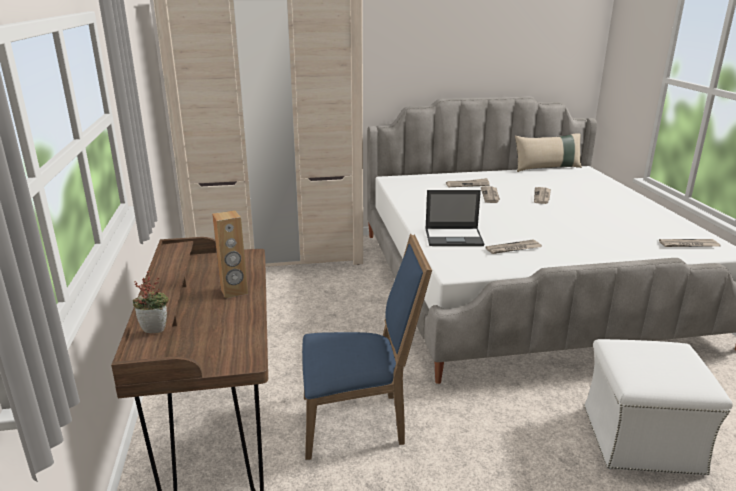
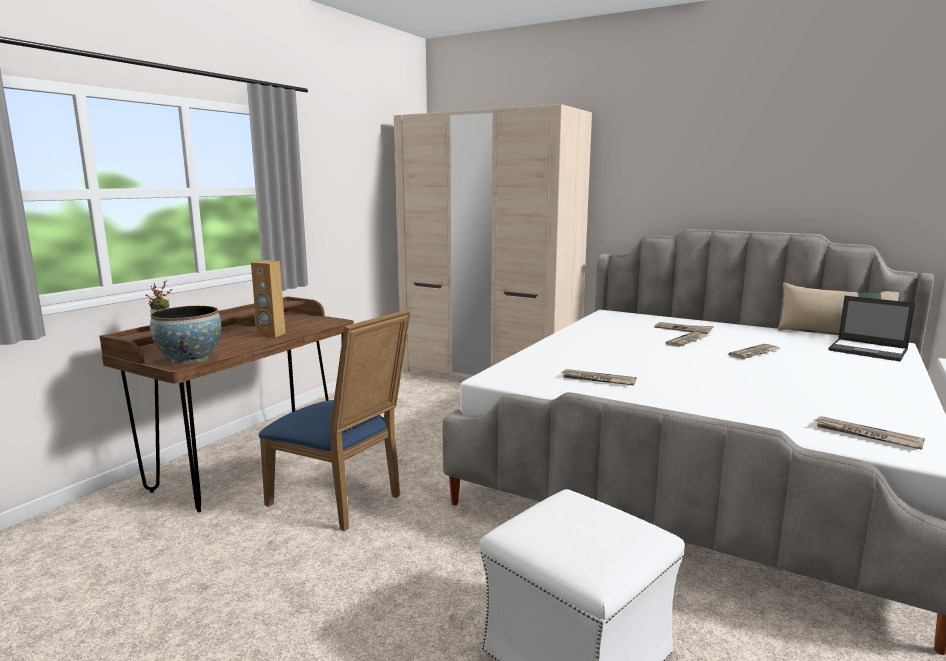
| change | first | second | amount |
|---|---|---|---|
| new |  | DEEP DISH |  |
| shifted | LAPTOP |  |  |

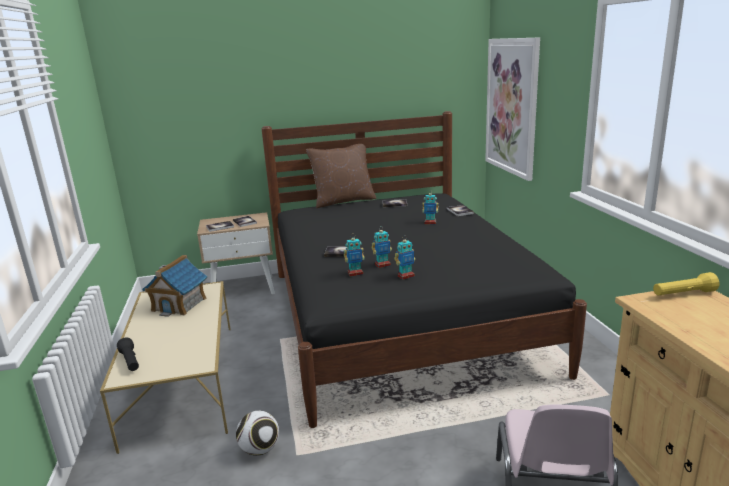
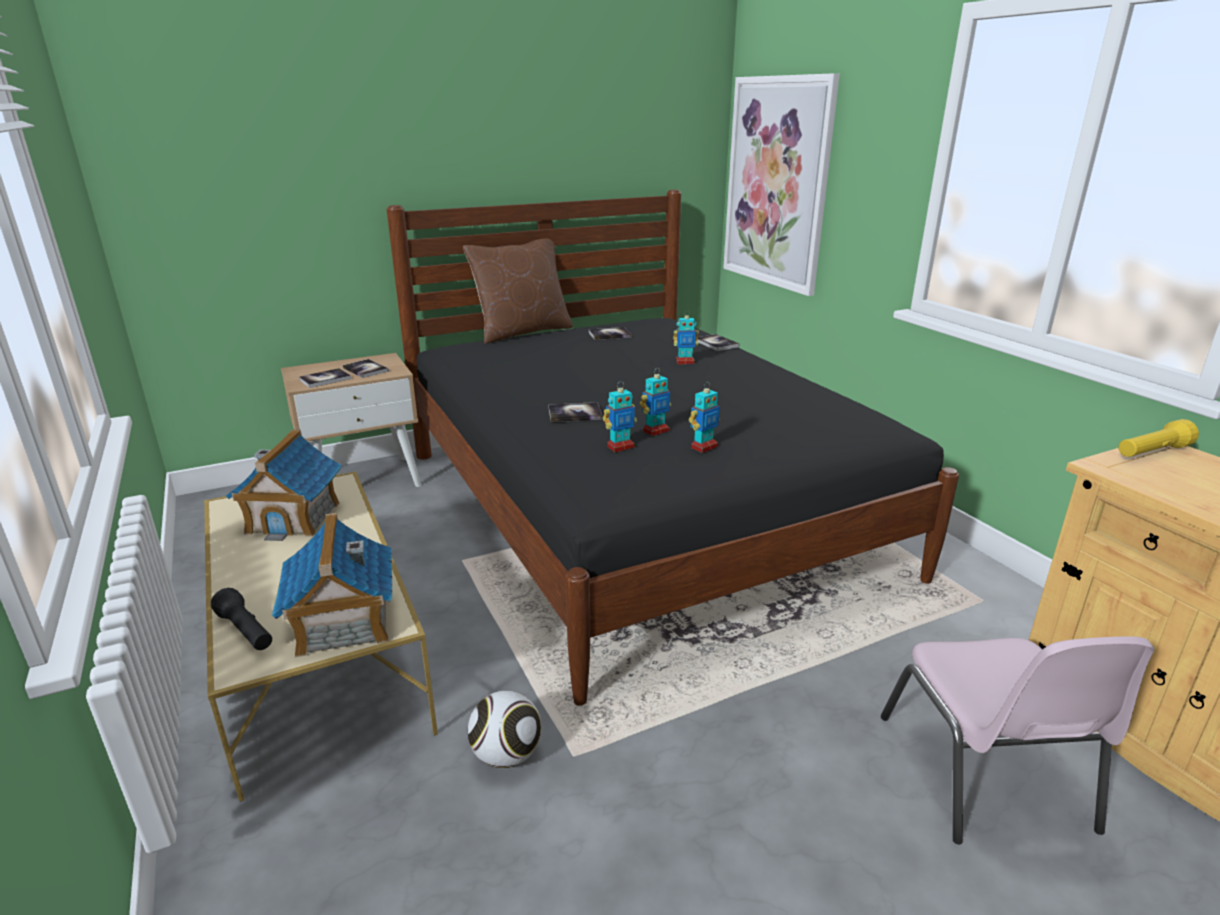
| change | first | second | amount |
|---|---|---|---|
| new |  | MINIATURE HOUSE (no. 2 from left) |  |

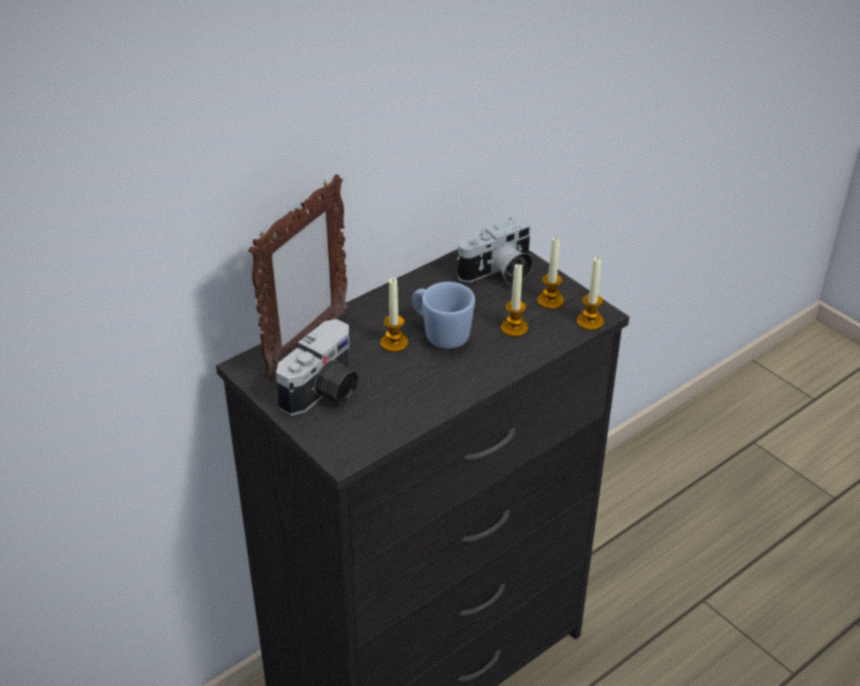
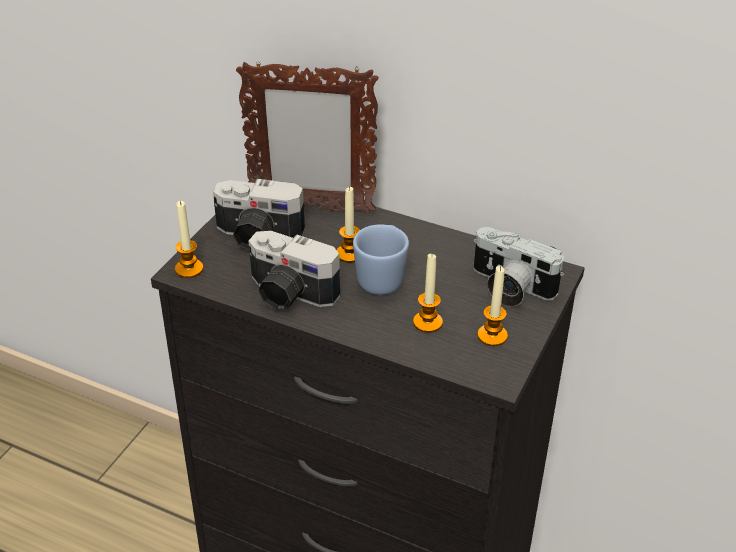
| change | first | second | amount |
|---|---|---|---|
| new |  | STILL CAMERA (no. 2 from left) |  |
| shifted | WAX LIGHT (no. 4 from left in the first image) | WAX LIGHT (no. 1 from left) |  |

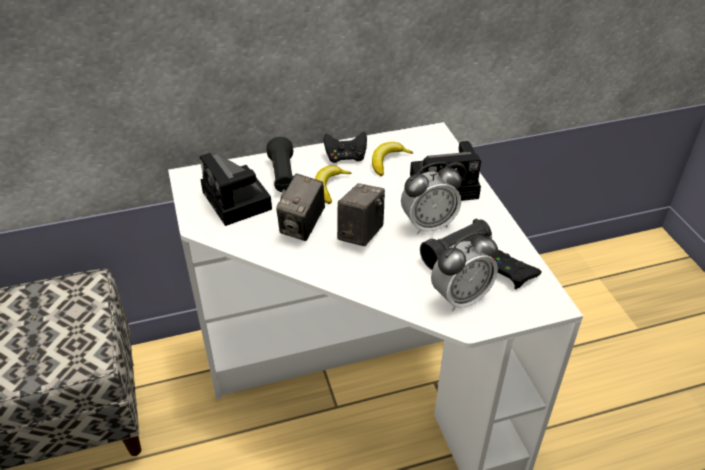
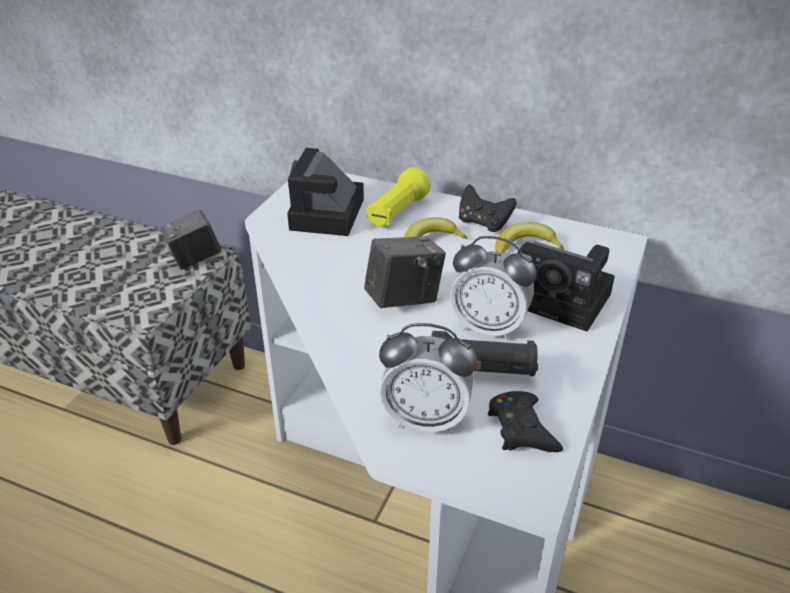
| change | first | second | amount |
|---|---|---|---|
| shifted | STILL CAMERA (no. 2 from left in the first image) | STILL CAMERA (no. 1 from left) |  |
| repainted | BLACK-COLOURED FLASHLIGHT (no. 1 from left) | YELLOW-COLOURED FLASHLIGHT |  |

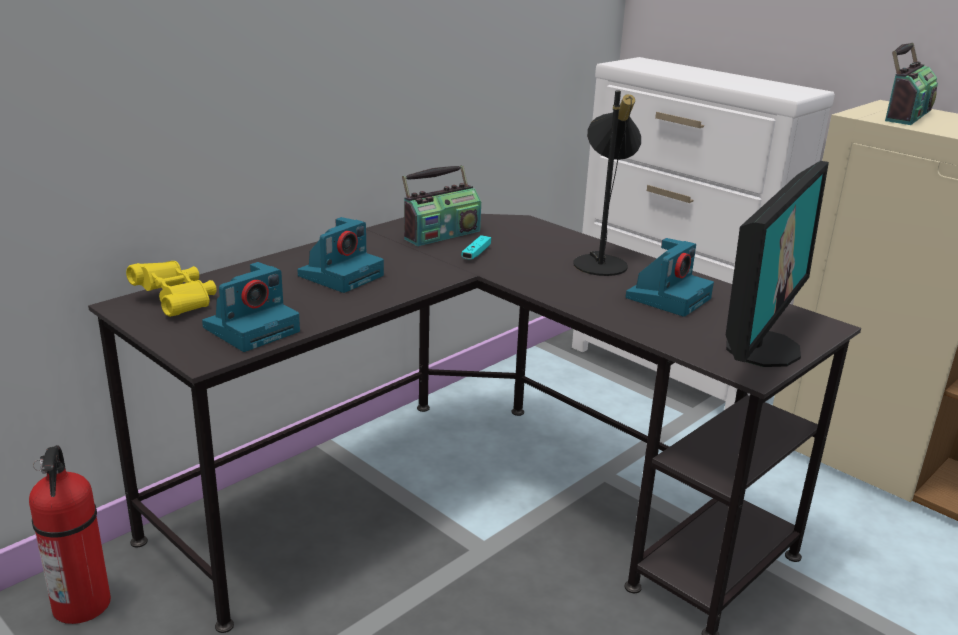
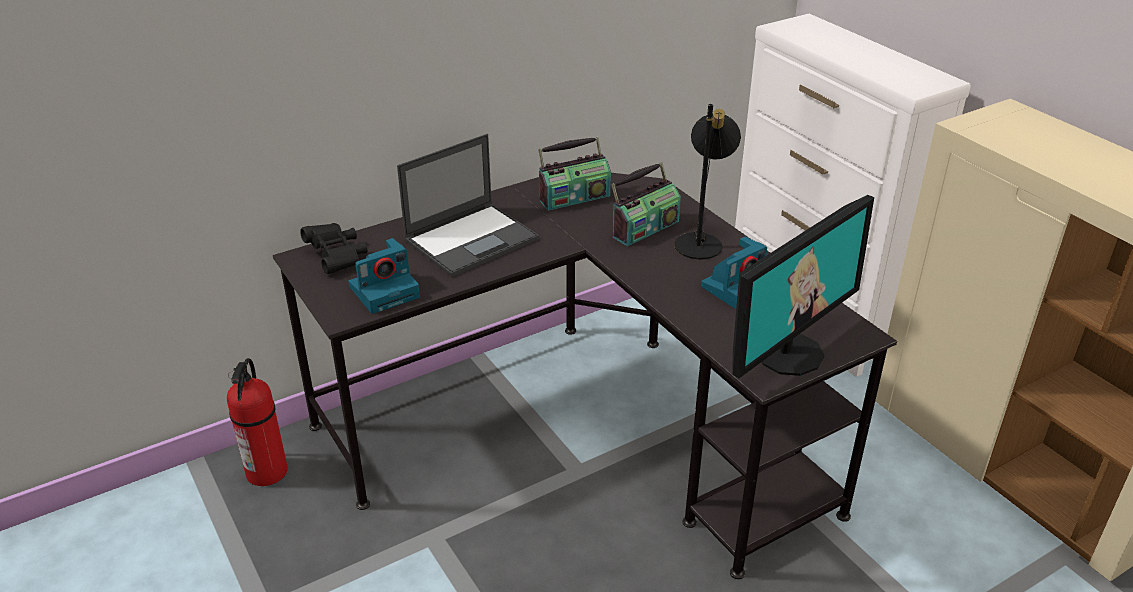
| change | first | second | amount |
|---|---|---|---|
| gone | TURQUOISE GAME CONTROLLER |  |  |
| shifted | RADIO (no. 2 from left) |  |  |
| swapped | STILL CAMERA (no. 2 from left) | LAPTOP |  |
| repainted | YELLOW-COLOURED FIELD GLASSES | BLACK-COLOURED FIELD GLASSES |  |

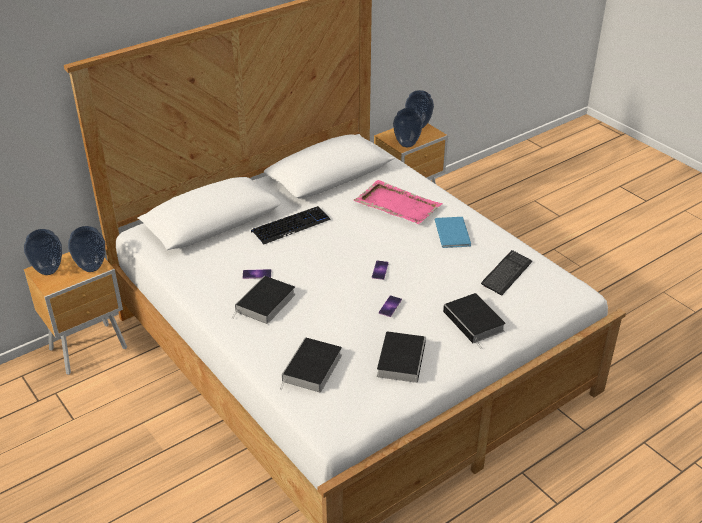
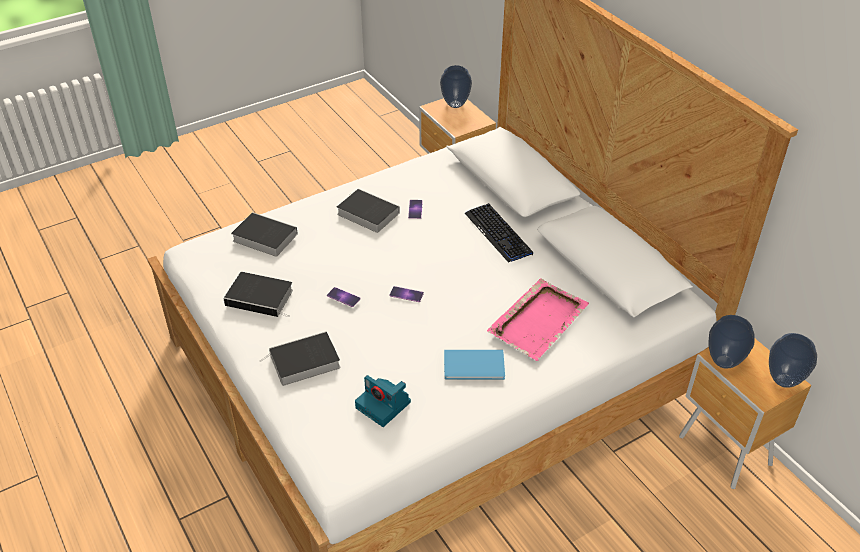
| change | first | second | amount |
|---|---|---|---|
| gone | DECORATIVE VASE (no. 2 from left) |  |  |
| swapped | PC KEYBOARD (no. 2 from left) | STILL CAMERA |  |

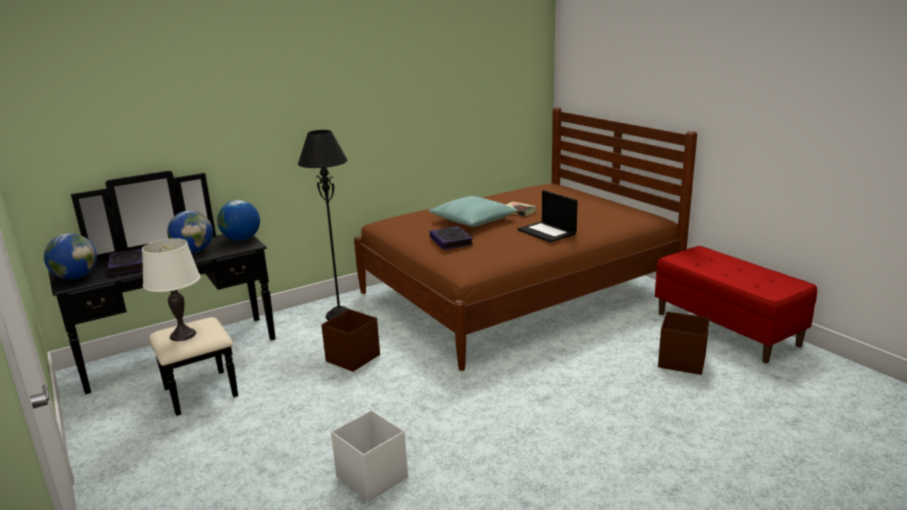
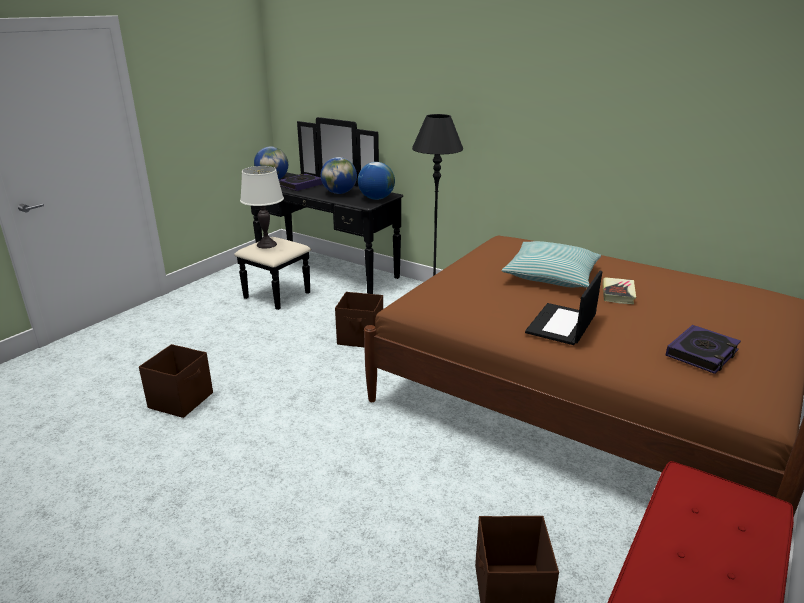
| change | first | second | amount |
|---|---|---|---|
| shifted | VOLUME (no. 2 from left in the first image) | VOLUME (no. 3 from left) |  |
| repainted | WHITISH STORAGE CONTAINER | BROWN STORAGE CONTAINER (no. 1 from left) |  |

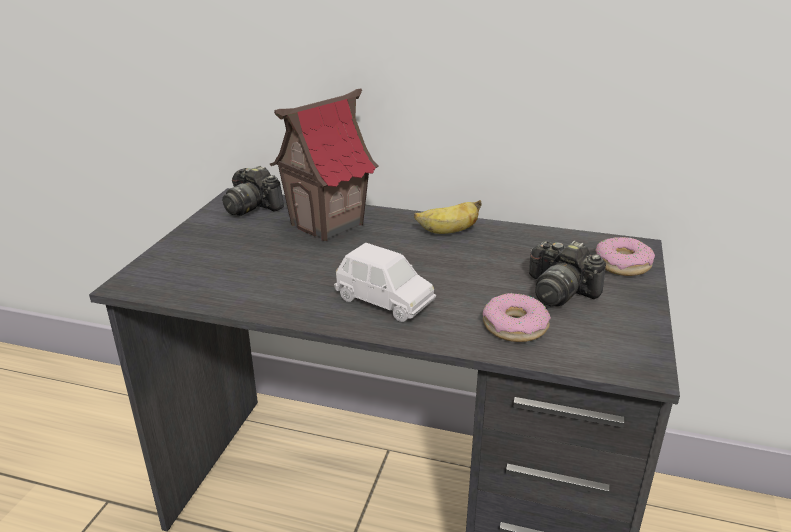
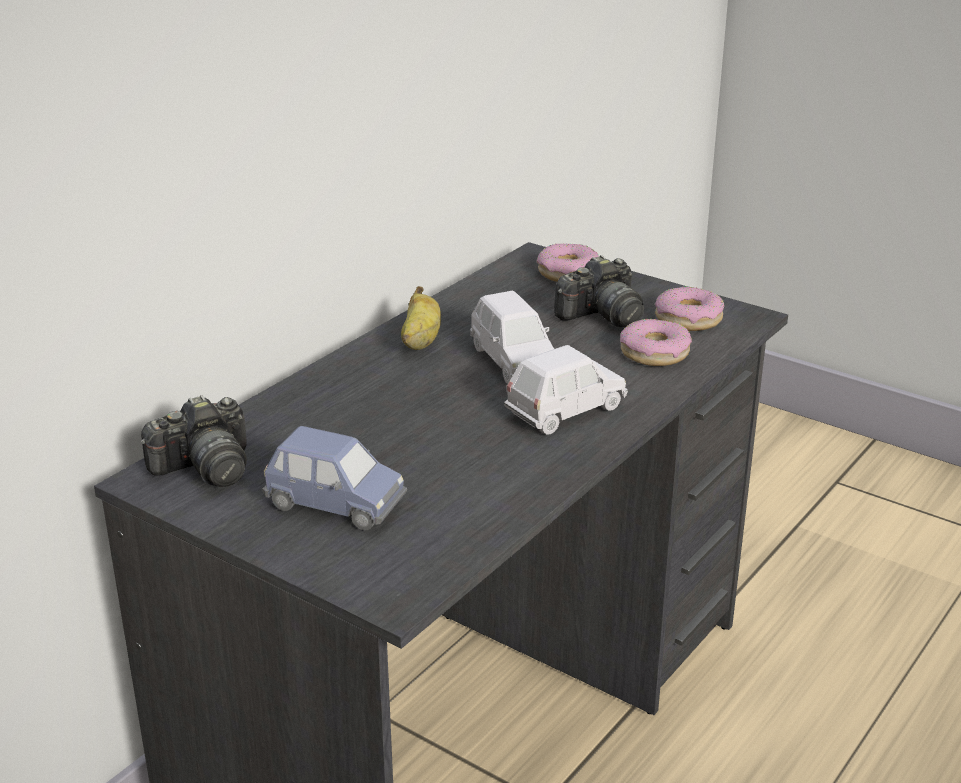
| change | first | second | amount |
|---|---|---|---|
| gone | MINIATURE HOUSE |  |  |
| new |  | BLUE MODEL CAR |  |
| new |  | WHITISH MODEL CAR (no. 1 from left) |  |
| new |  | DONUT (no. 3 from left) |  |

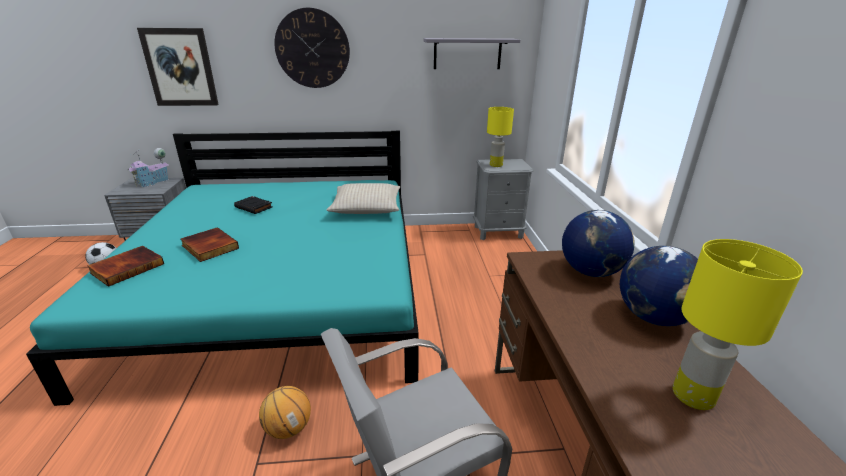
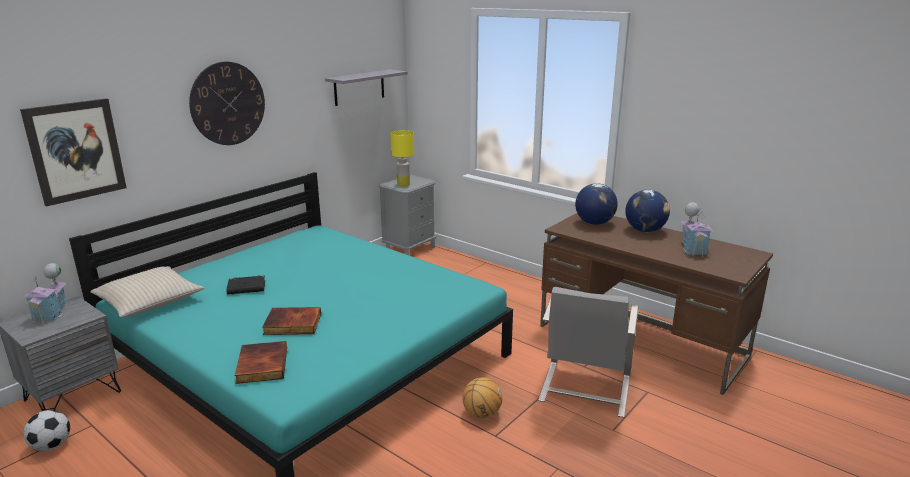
| change | first | second | amount |
|---|---|---|---|
| shifted | BEIGE-COLOURED THROW PILLOW |  |  |
| swapped | YELLOW-COLOURED LAMP FOR A TABLE (no. 2 from left) | MINIATURE HOUSE (no. 2 from left) |  |

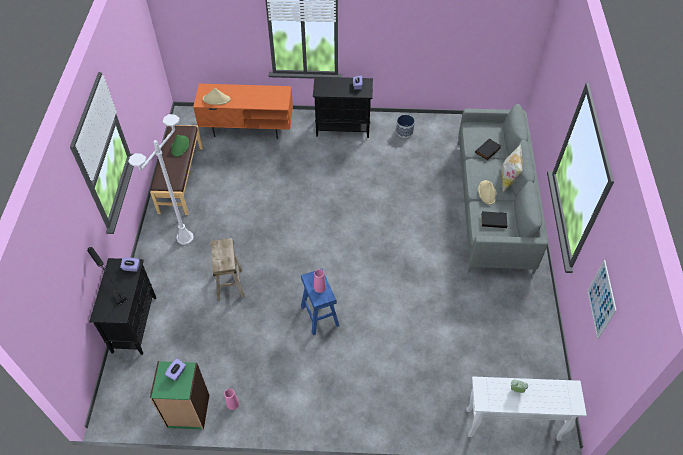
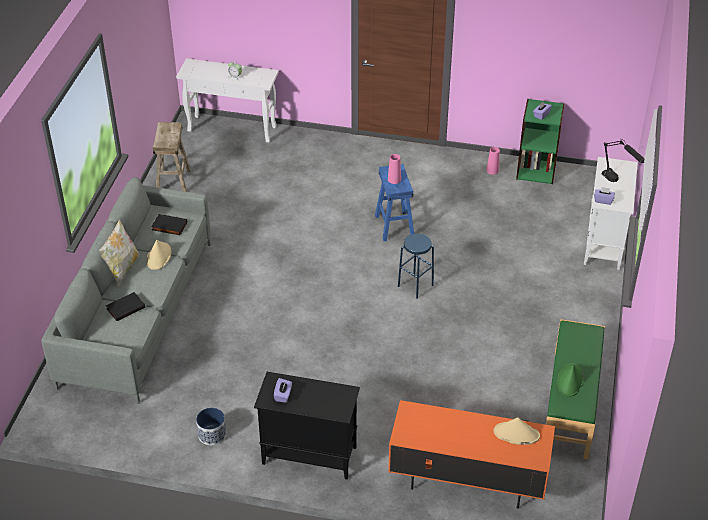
| change | first | second | amount |
|---|---|---|---|
| gone | WHITISH STANDARD LAMP |  |  |
| gone | PICTURE |  |  |
| new |  | BLUE STOOL (no. 2 from left) |  |
| shifted | BEIGE-COLOURED STOOL |  |  |
| repainted | BLACK-COLOURED CABINET (no. 1 from left) | WHITISH CABINET |  |
| repainted | BROWN INDOOR BENCH | GREENISH INDOOR BENCH |  |

